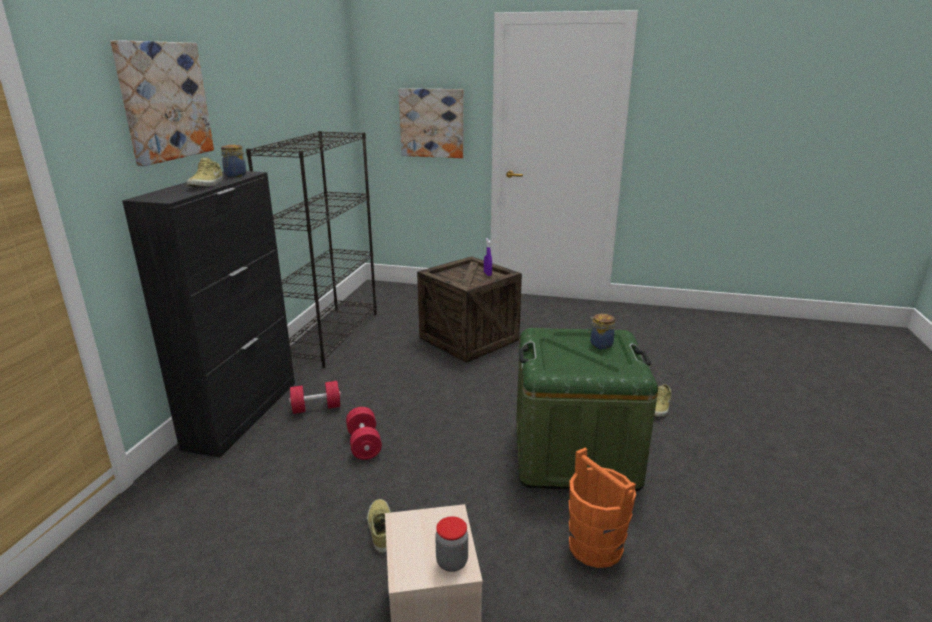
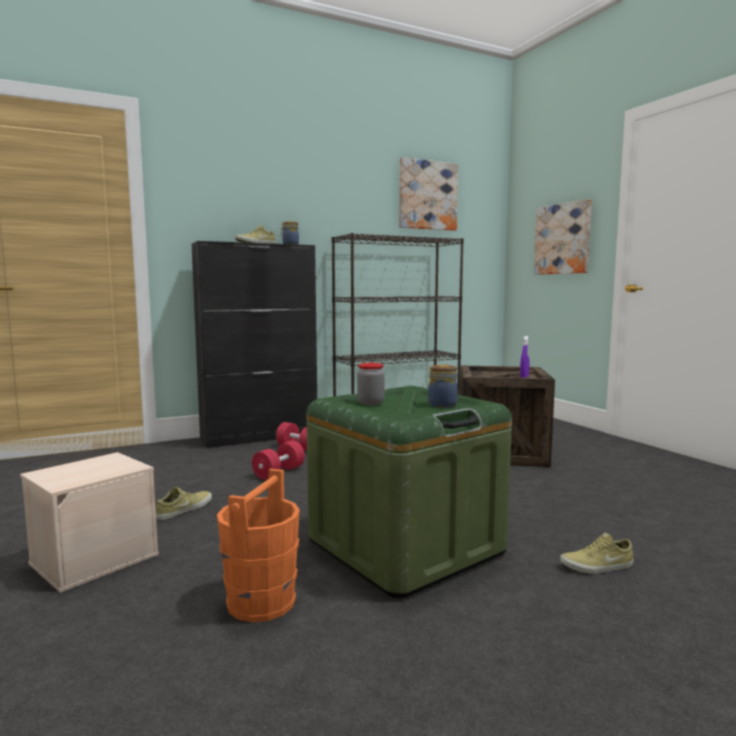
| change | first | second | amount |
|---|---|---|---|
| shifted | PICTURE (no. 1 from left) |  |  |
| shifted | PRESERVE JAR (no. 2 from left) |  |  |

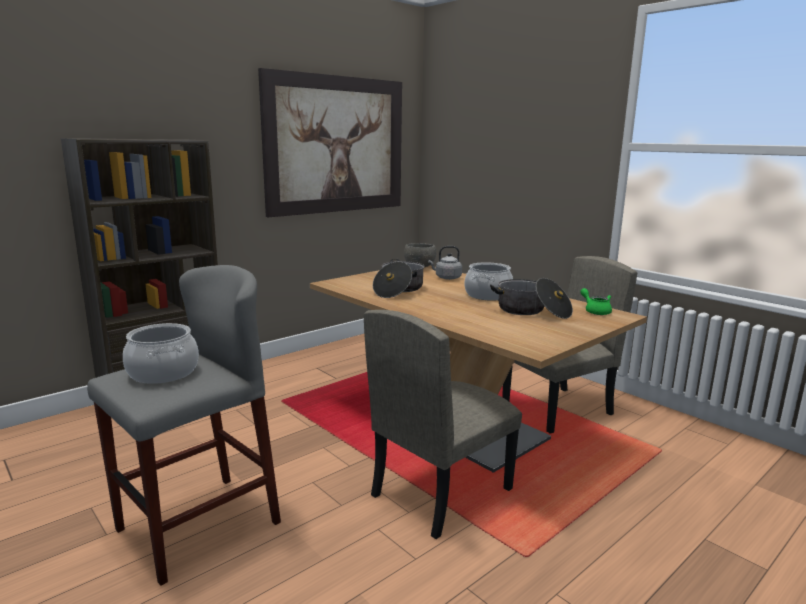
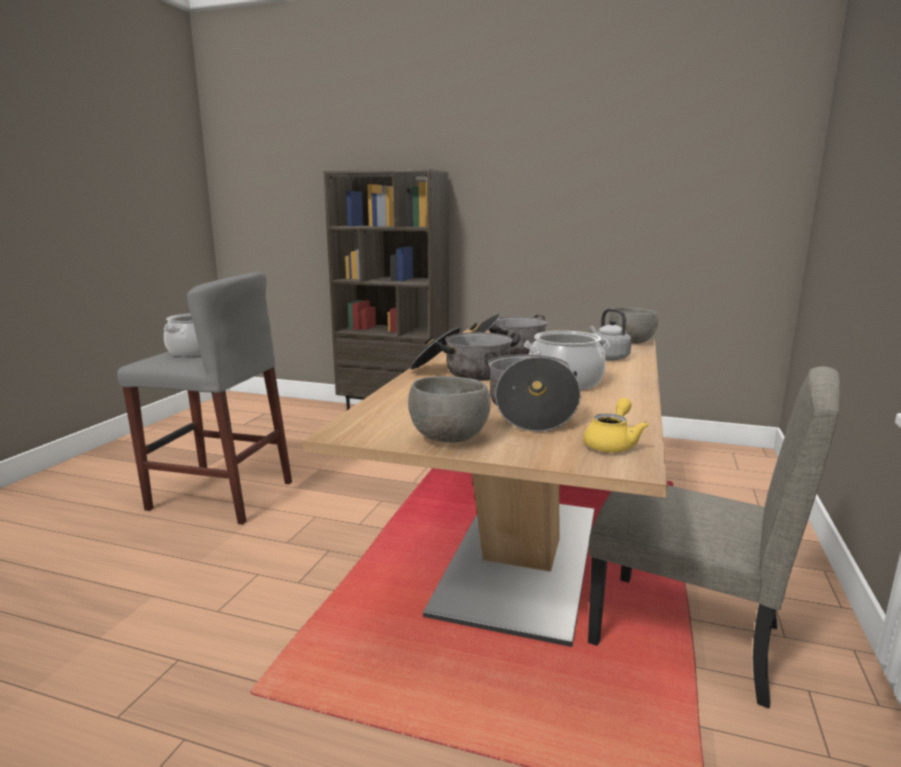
| change | first | second | amount |
|---|---|---|---|
| gone | PICTURE |  |  |
| gone | BEIGE-COLOURED CHAIR (no. 1 from left) |  |  |
| new |  | GREY DEEP DISH (no. 1 from left) |  |
| new |  | COOKING POT (no. 2 from left) |  |
| repainted | GREENISH TEA POT | YELLOW-COLOURED TEA POT |  |

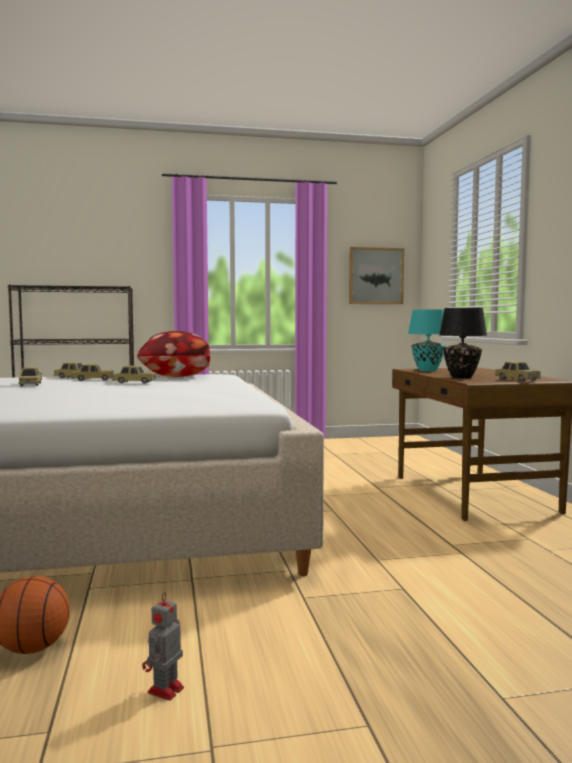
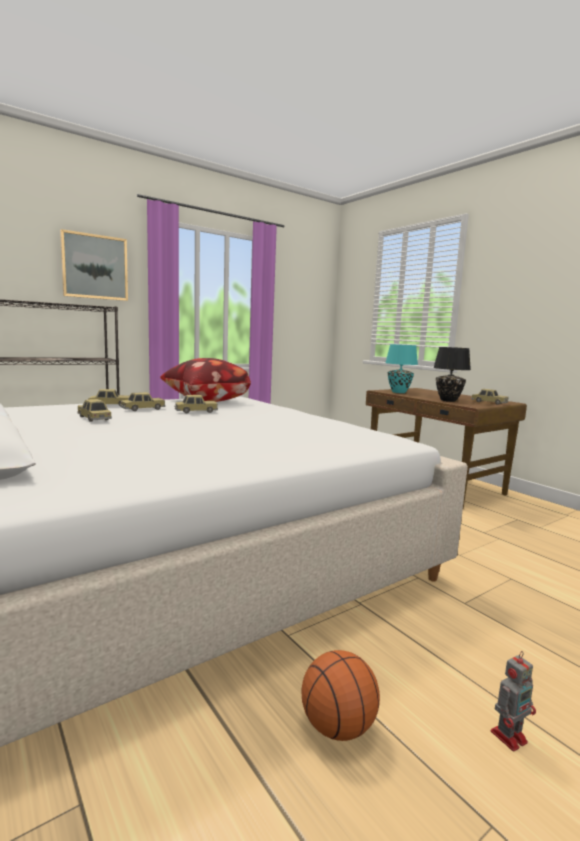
| change | first | second | amount |
|---|---|---|---|
| shifted | PICTURE |  |  |
| rotated | ROBOT FIGURE |  | 120 degrees counterclockwise |

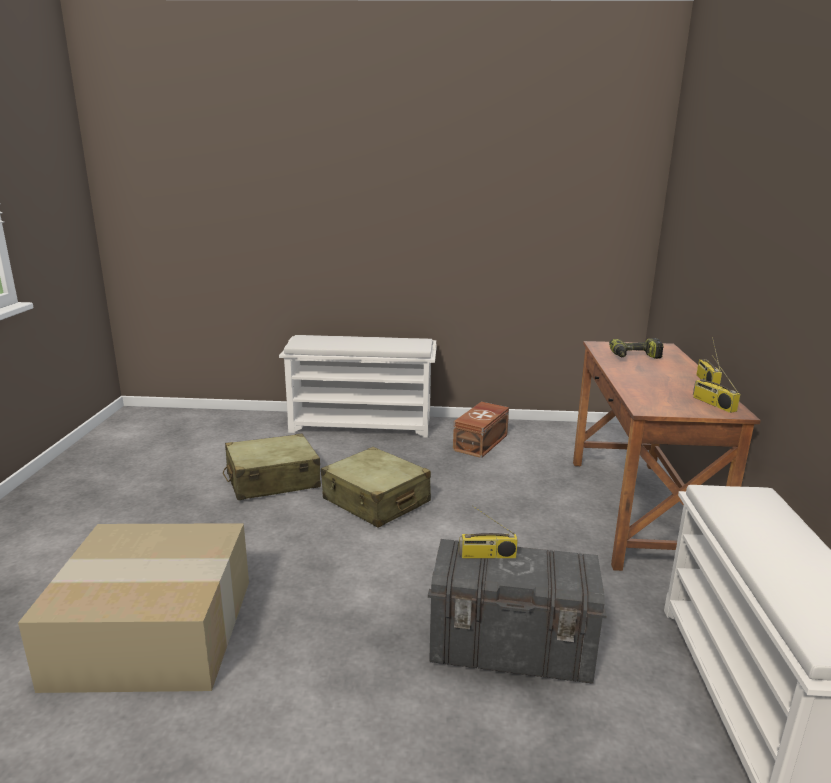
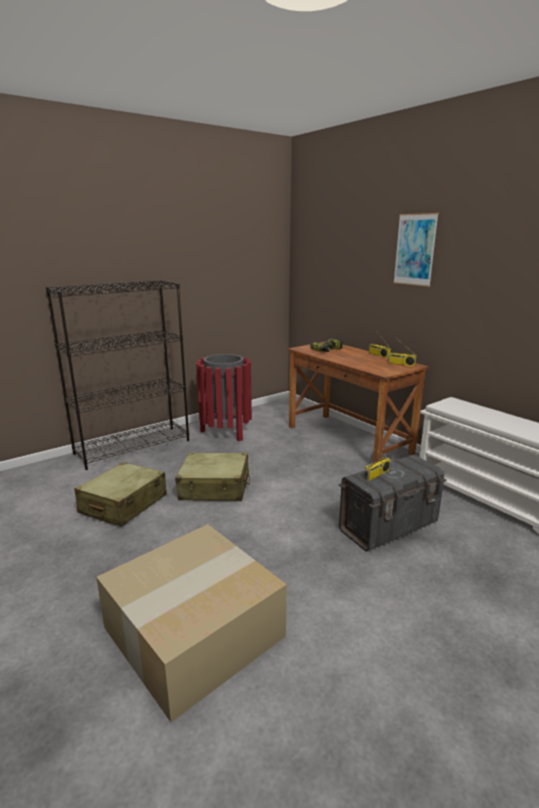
| change | first | second | amount |
|---|---|---|---|
| new |  | PICTURE |  |
| swapped | WHITISH SHOE SHELF (no. 1 from left) | BLACK-COLOURED BOOKCASE |  |
| swapped | BROWN STORAGE CONTAINER | RED-COLOURED WASTE BIN |  |

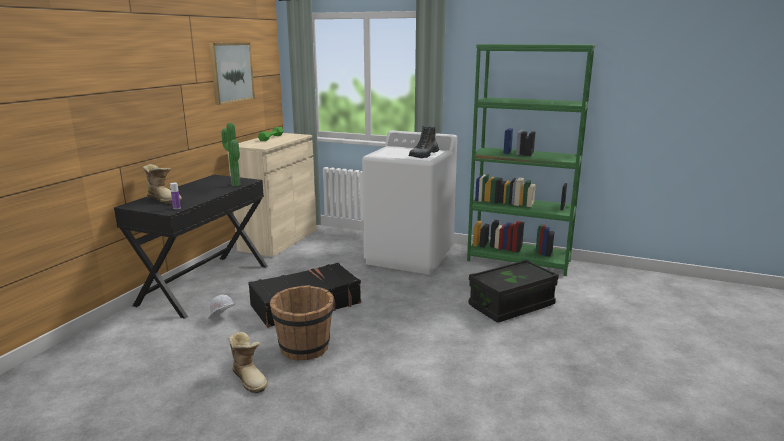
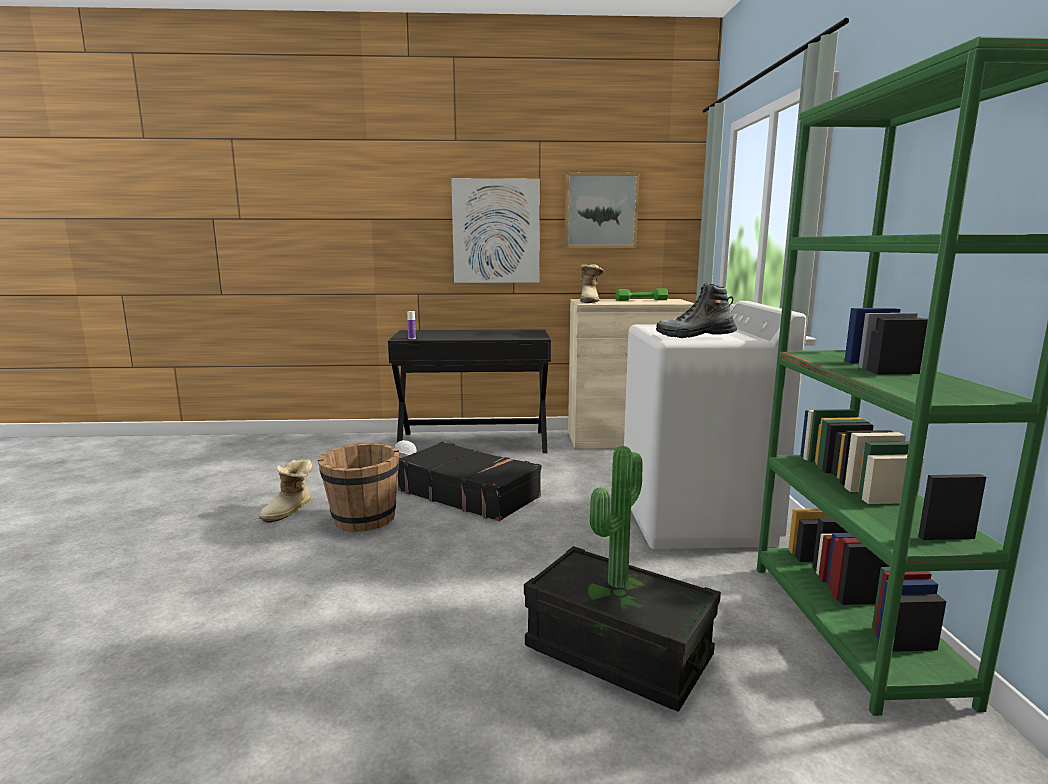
| change | first | second | amount |
|---|---|---|---|
| new |  | PICTURE (no. 1 from left) |  |
| shifted | TALL BOOT (no. 1 from left in the first image) | TALL BOOT (no. 2 from left) |  |
| shifted | PLANT IN A POT |  |  |

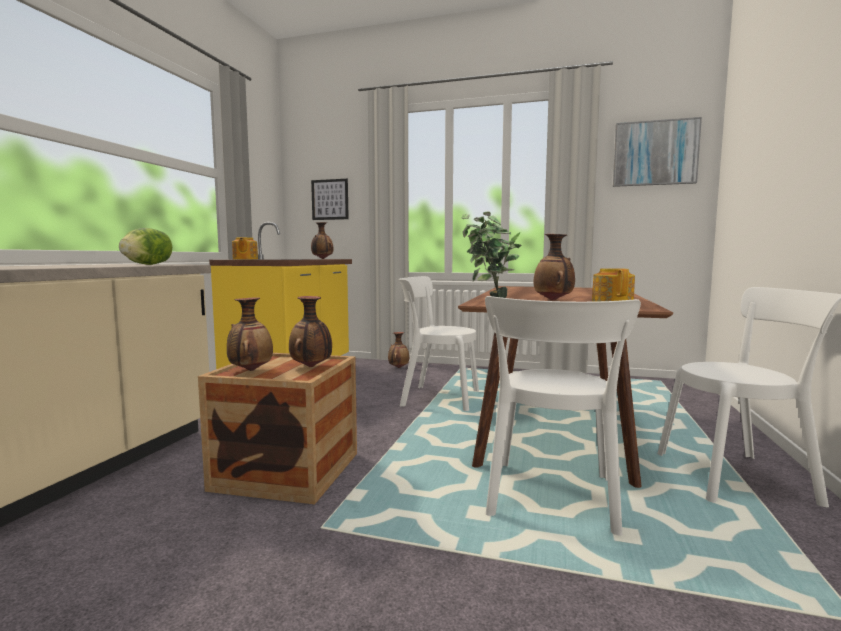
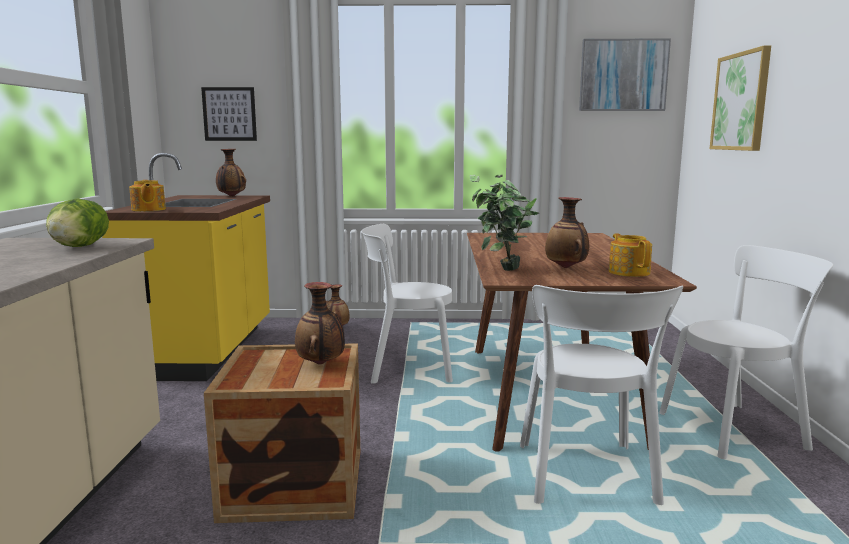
| change | first | second | amount |
|---|---|---|---|
| gone | DECORATIVE VASE (no. 1 from left) |  |  |
| new |  | PICTURE (no. 3 from left) |  |

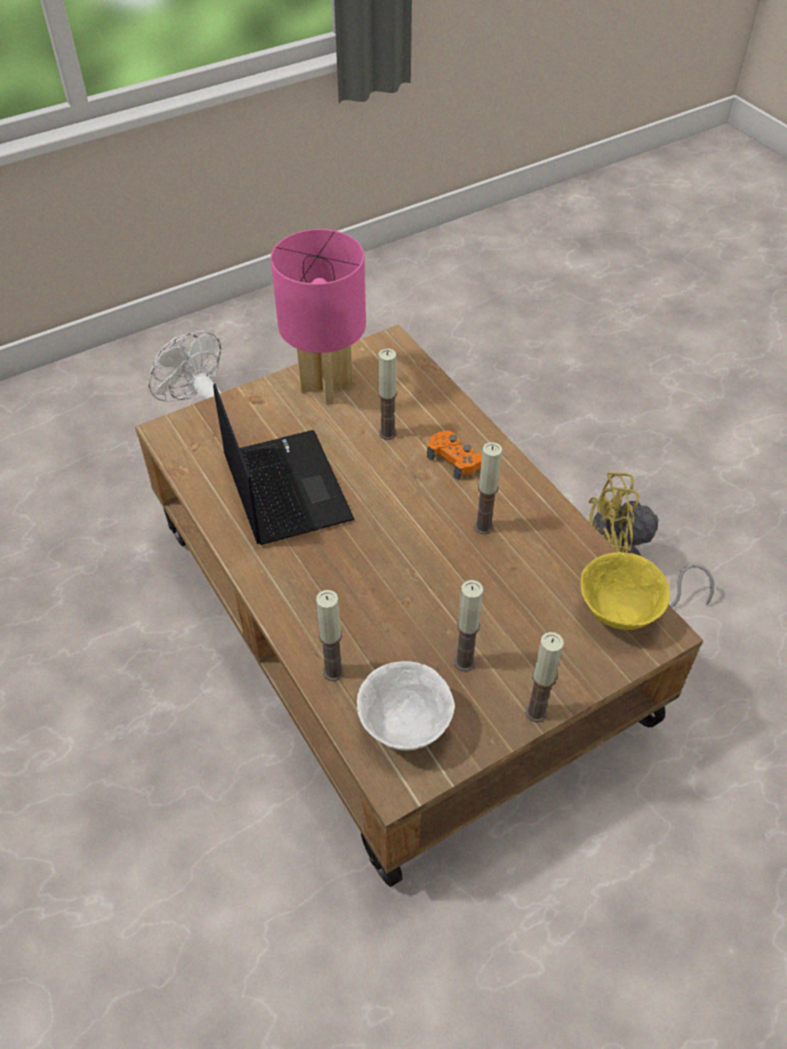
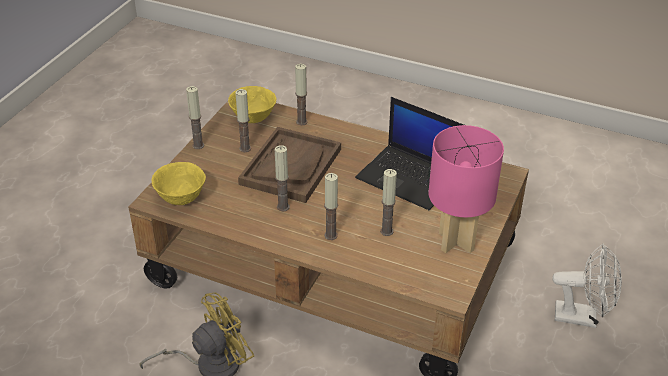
| change | first | second | amount |
|---|---|---|---|
| new |  | BROWN CARRYING TRAY |  |
| swapped | ORANGEY GAME CONTROLLER | WAX LIGHT (no. 5 from left) |  |
| repainted | WHITISH DEEP DISH | YELLOW-COLOURED DEEP DISH (no. 2 from left) |  |

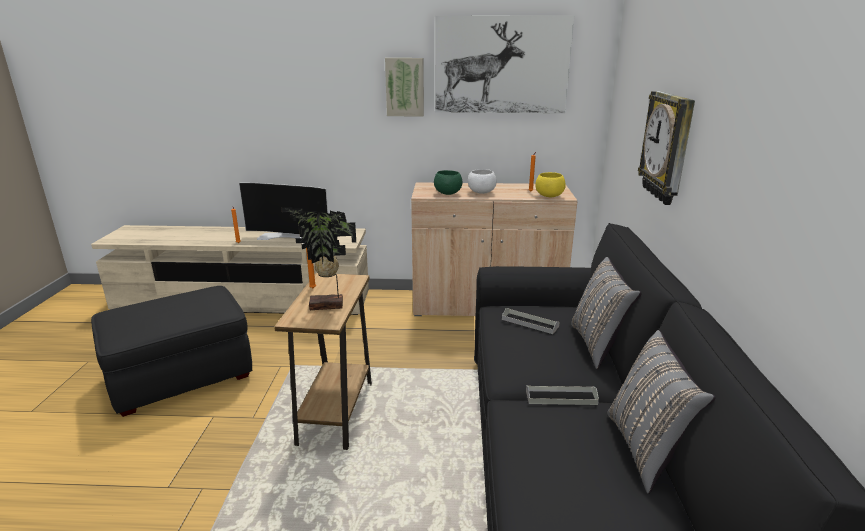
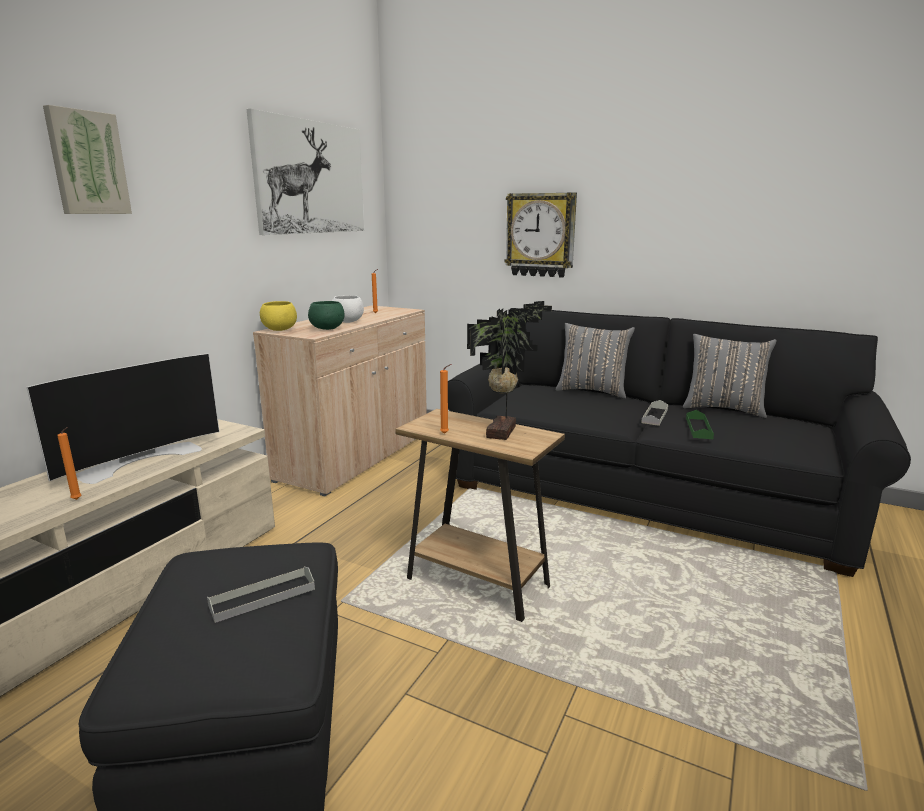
| change | first | second | amount |
|---|---|---|---|
| new |  | GREENISH CARRYING TRAY |  |
| shifted | PICTURE (no. 1 from left) |  |  |
| shifted | GREY CARRYING TRAY (no. 1 from left) |  |  |
| shifted | YELLOW-COLOURED DEEP DISH |  |  |

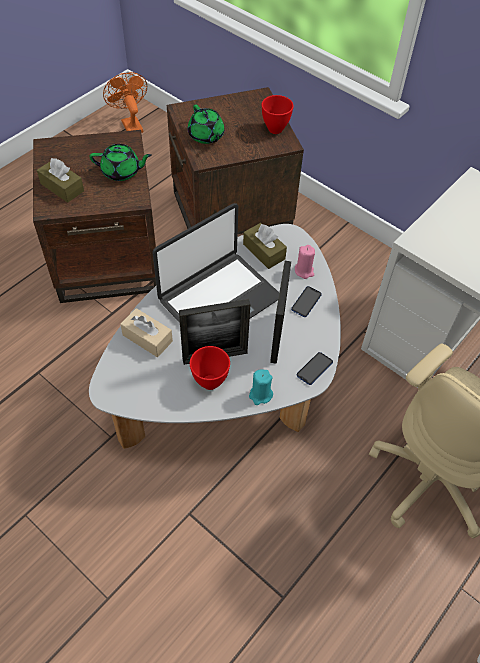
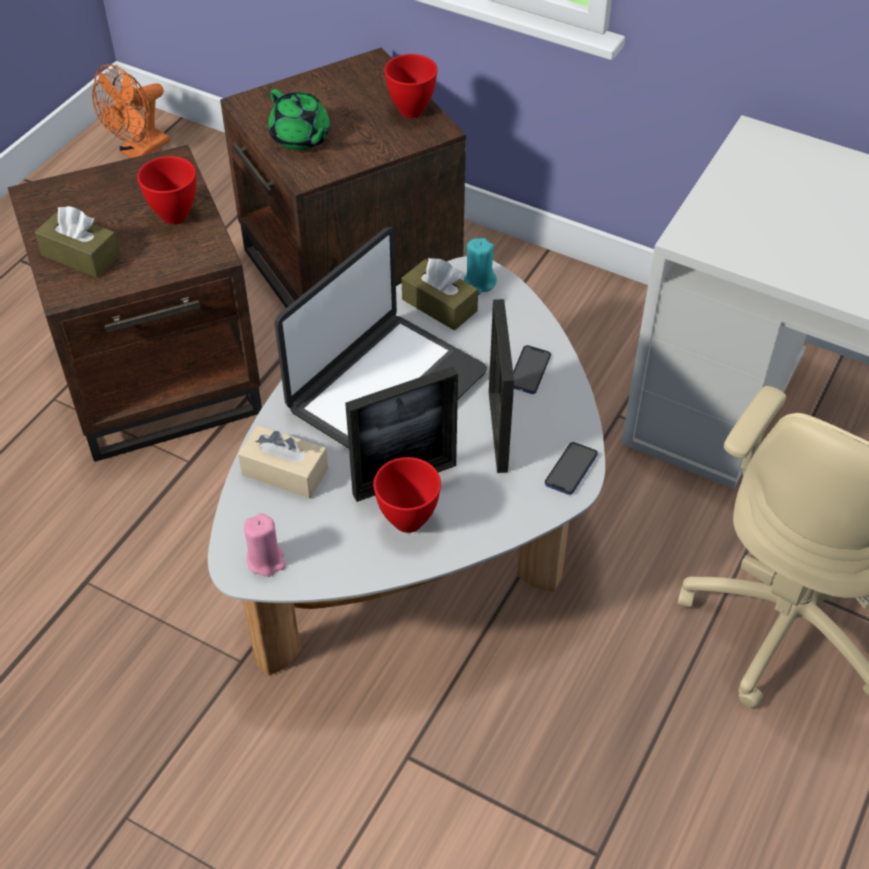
| change | first | second | amount |
|---|---|---|---|
| shifted | TURQUOISE WAX LIGHT |  |  |
| shifted | PINKISH WAX LIGHT |  |  |
| swapped | GREENISH TEA POT (no. 1 from left) | RED-COLOURED DEEP DISH (no. 1 from left) |  |
| rotated | ORANGEY COOLING FAN |  | 105 degrees counterclockwise |

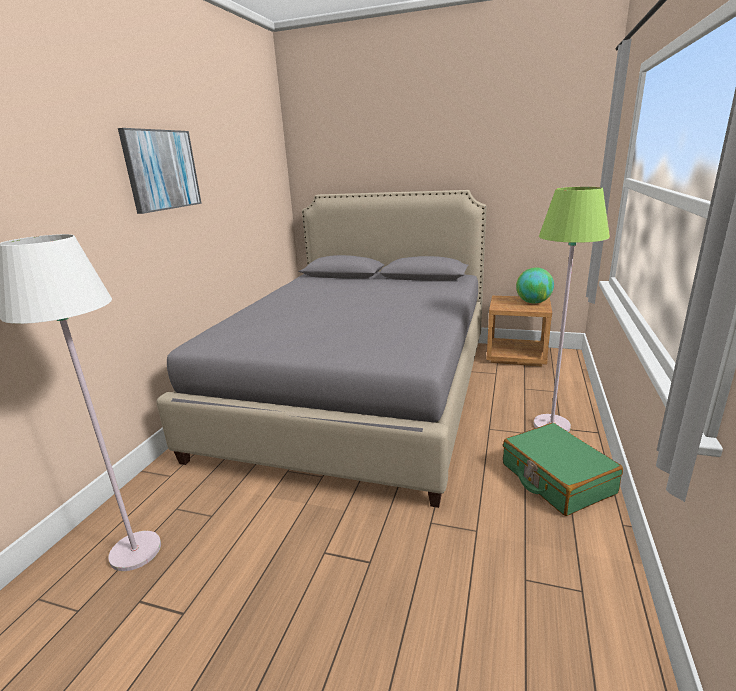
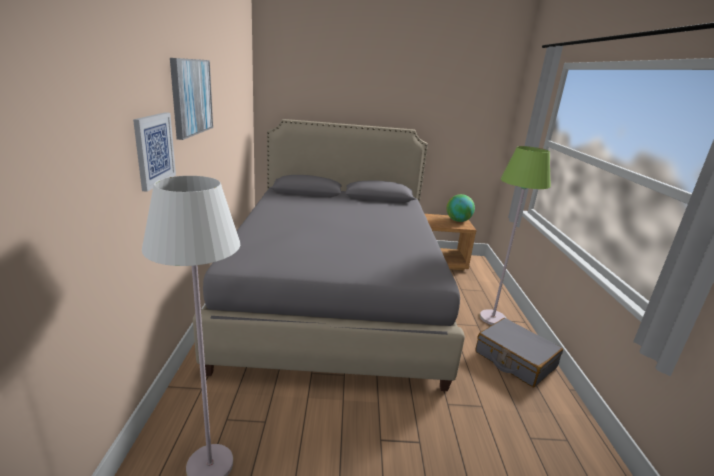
| change | first | second | amount |
|---|---|---|---|
| new |  | PICTURE (no. 1 from left) |  |
| repainted | GREENISH SUITCASE | GREY SUITCASE |  |

